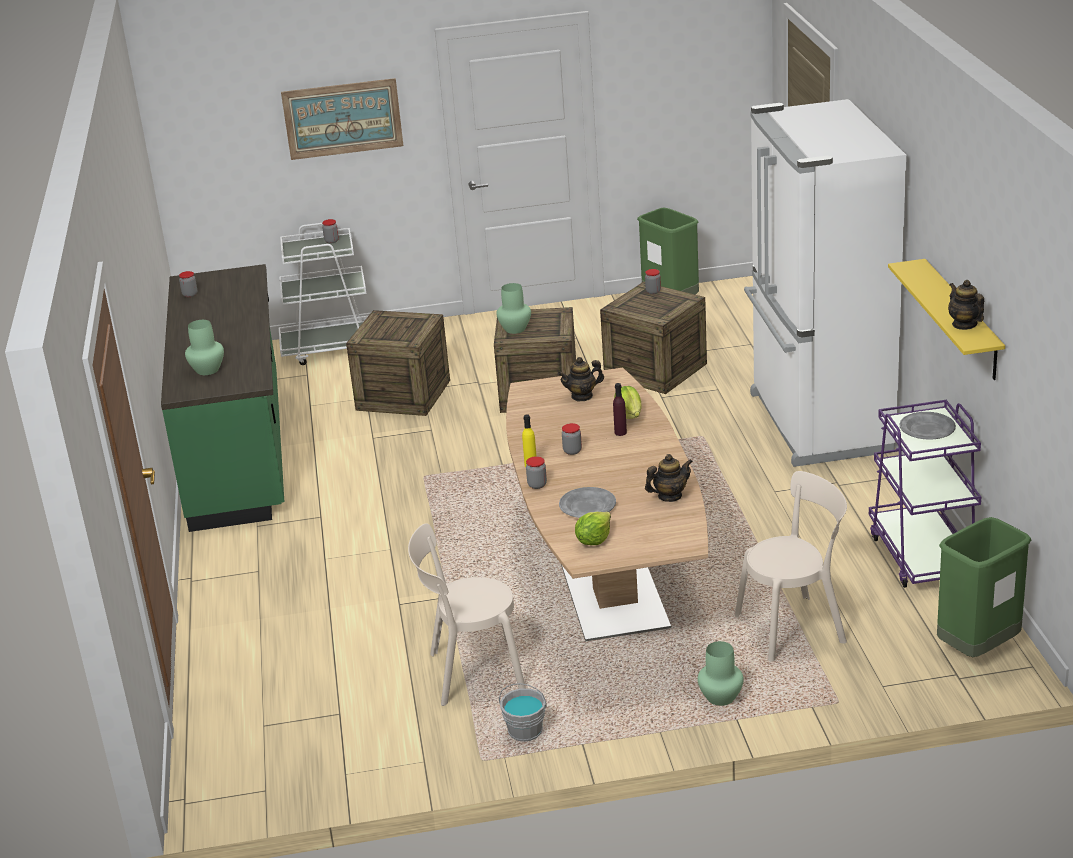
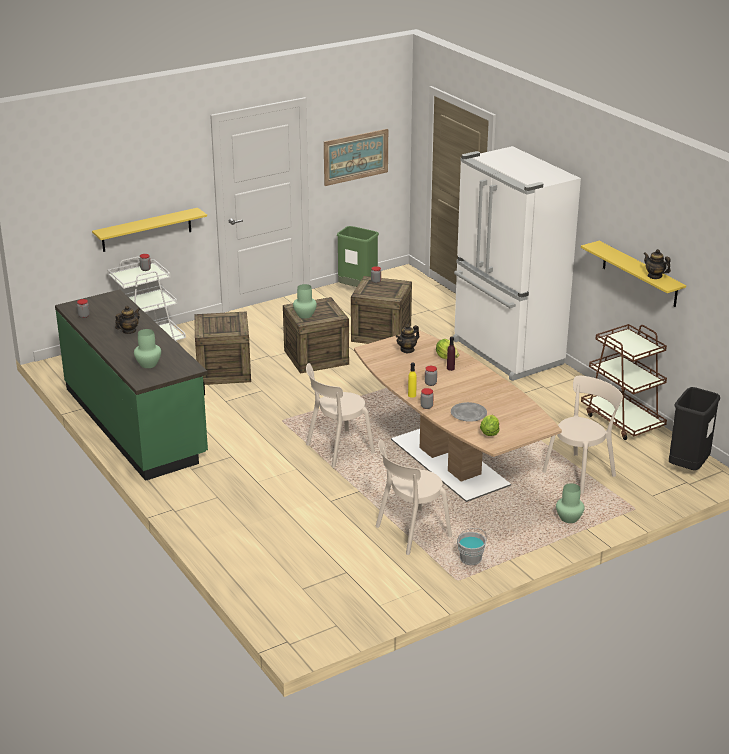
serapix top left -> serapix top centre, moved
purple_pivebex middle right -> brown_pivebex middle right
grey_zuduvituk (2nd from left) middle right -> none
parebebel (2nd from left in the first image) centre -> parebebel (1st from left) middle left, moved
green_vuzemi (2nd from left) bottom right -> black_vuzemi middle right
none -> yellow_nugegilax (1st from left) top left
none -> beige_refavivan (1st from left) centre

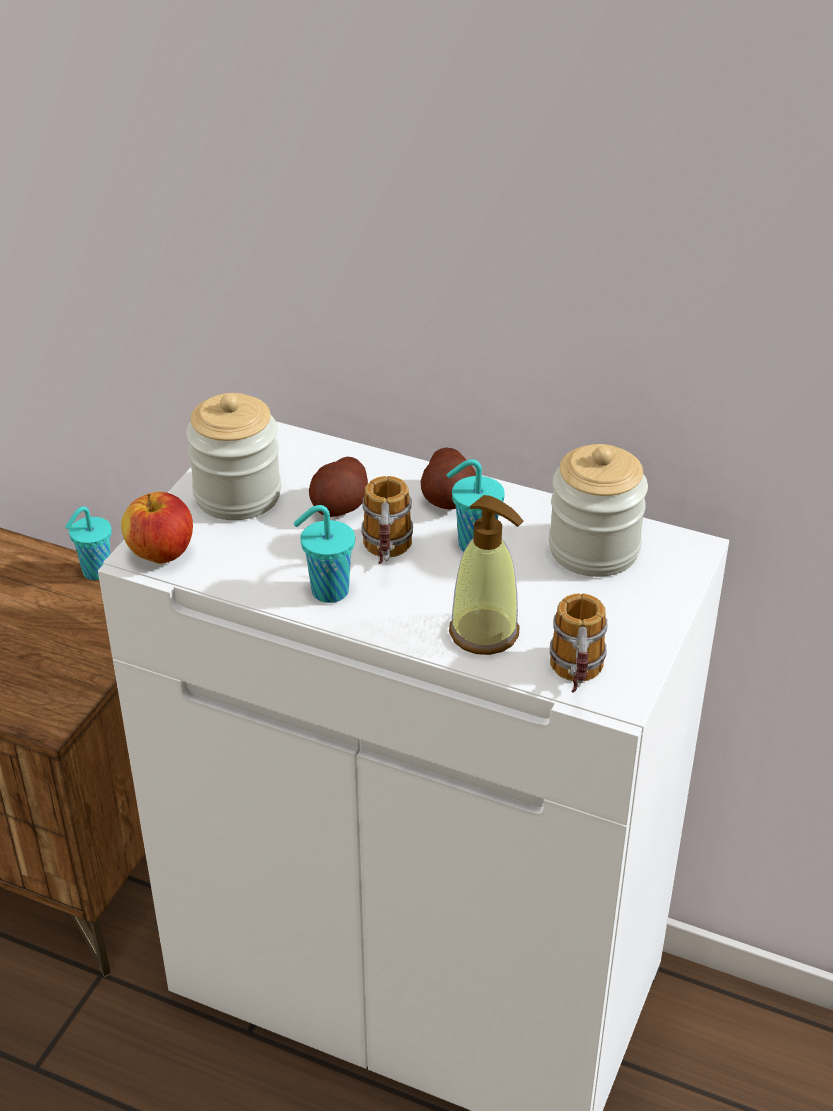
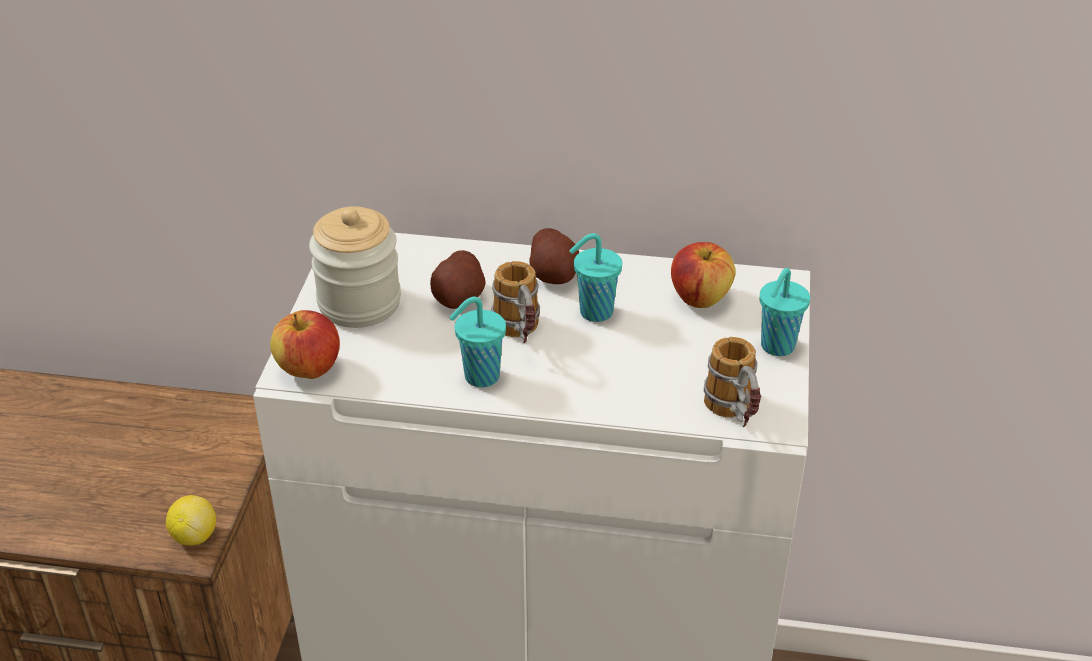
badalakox (2nd from left) middle right -> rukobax (2nd from left) centre
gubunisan centre -> none
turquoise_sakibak (1st from left in the first image) middle left -> turquoise_sakibak (3rd from left) middle right, moved
none -> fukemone bottom left

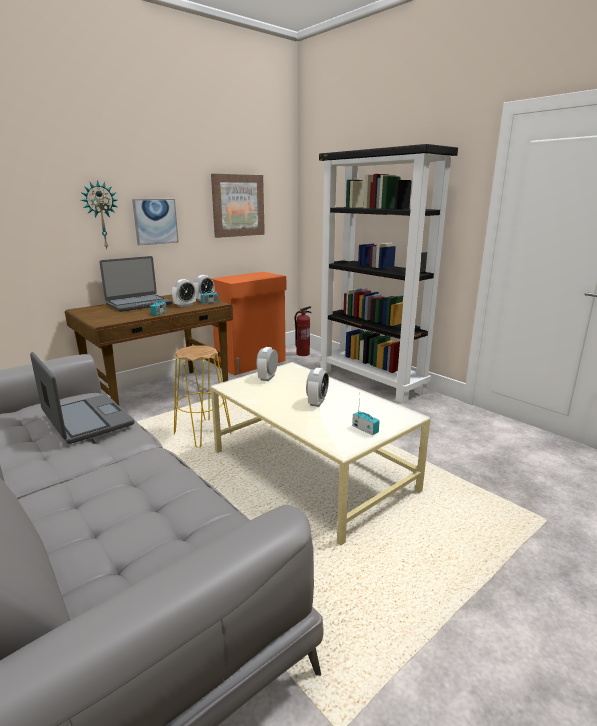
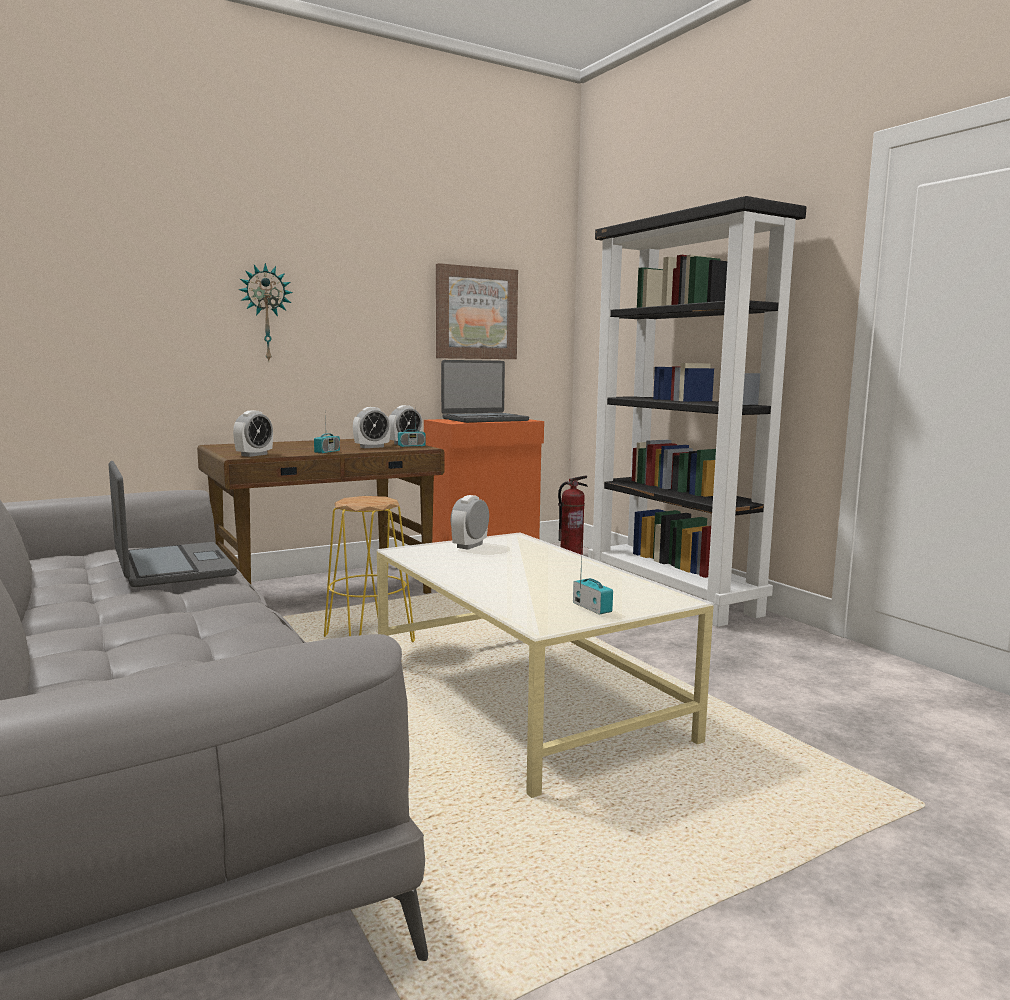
serapix (1st from left) top left -> none
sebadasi (2nd from left) middle left -> sebadasi (2nd from left) centre, moved
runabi (4th from left in the first image) centre -> runabi (1st from left) middle left, moved

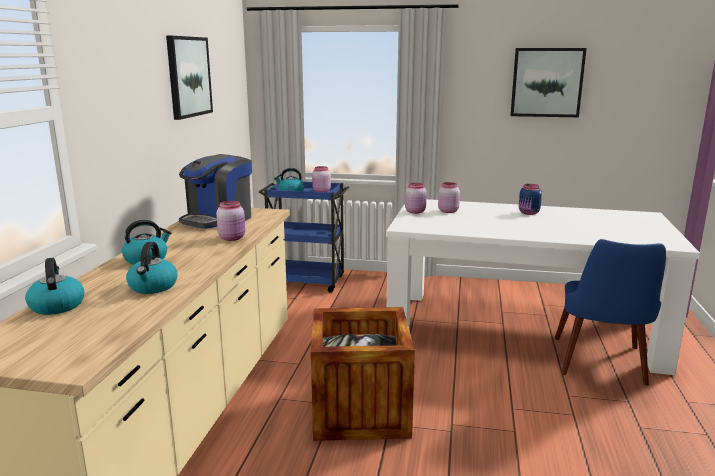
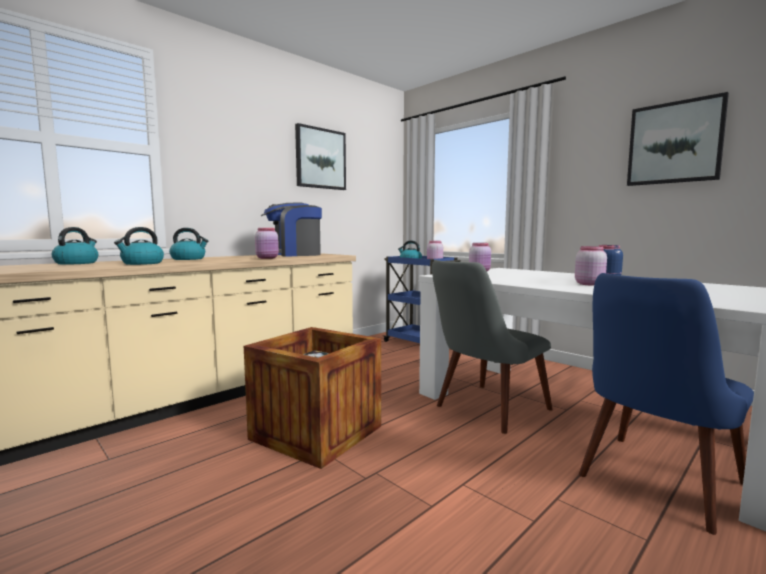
pink_badalakox (4th from left) centre -> pink_badalakox (4th from left) middle right, moved
none -> grey_refavivan centre

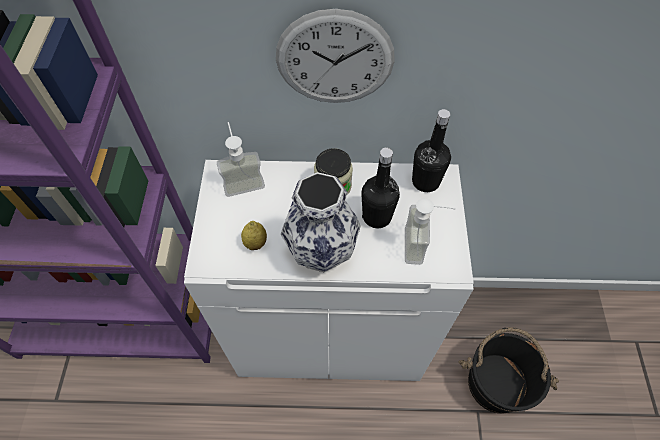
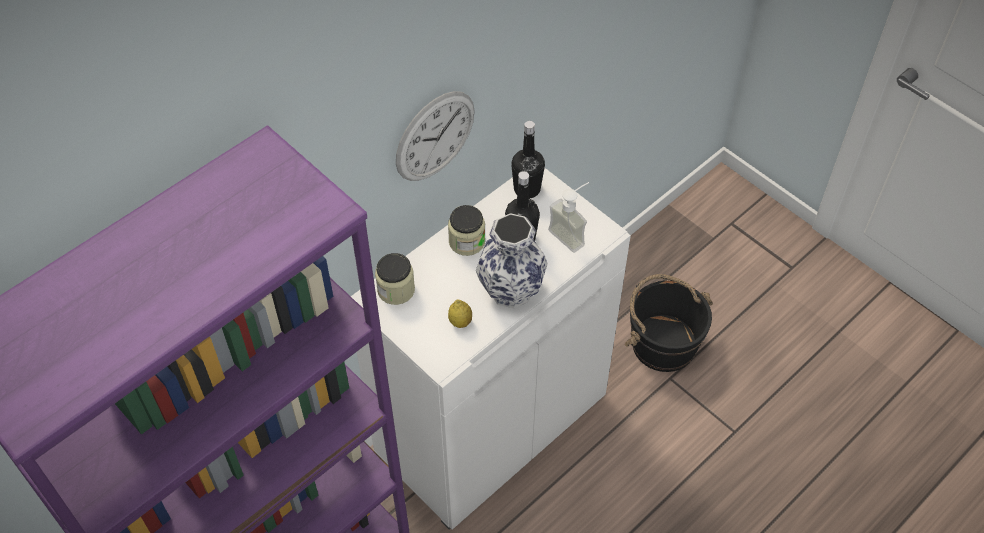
gubunisan (1st from left) centre -> badalakox (1st from left) centre

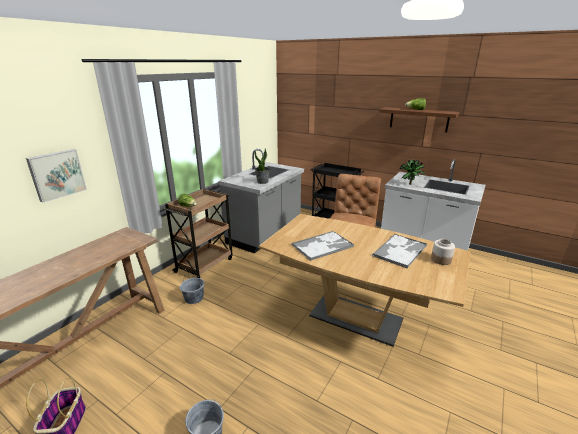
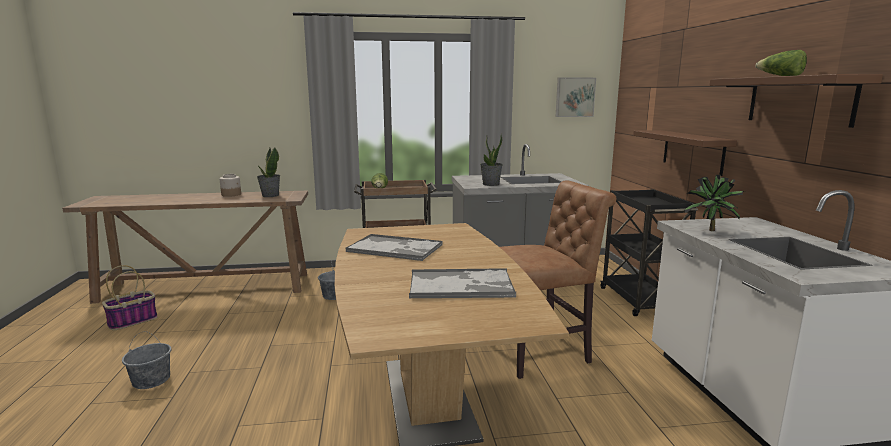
serapix middle left -> serapix top centre, moved
badalakox middle right -> badalakox middle left, moved
none -> brown_nugegilax (1st from left) middle right
none -> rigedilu (1st from left) middle left

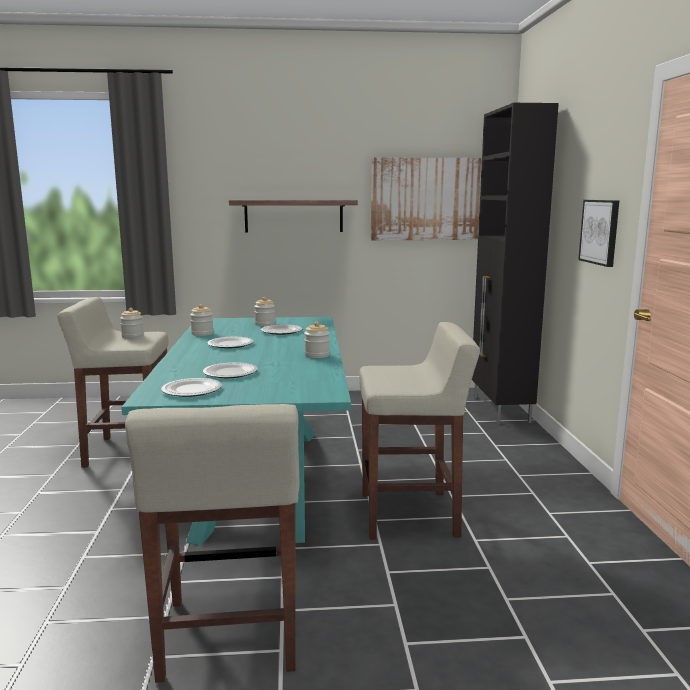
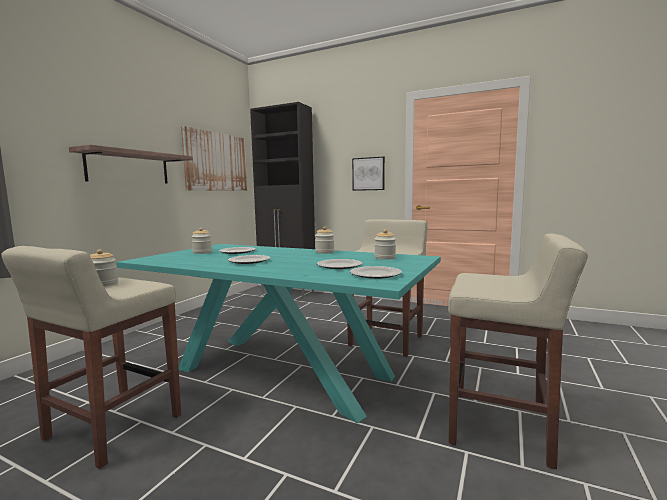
badalakox (2nd from left in the first image) middle left -> badalakox (4th from left) centre, moved

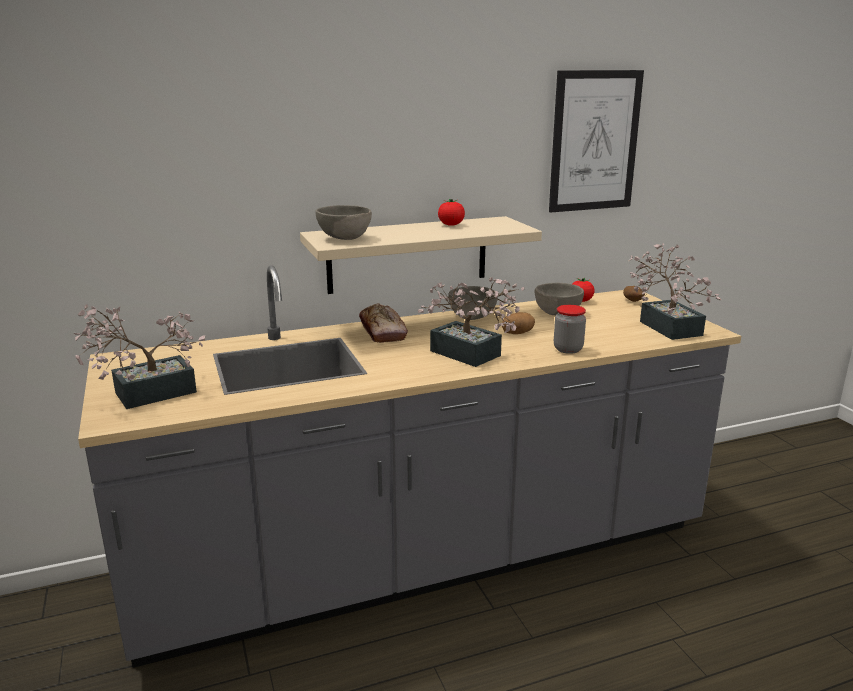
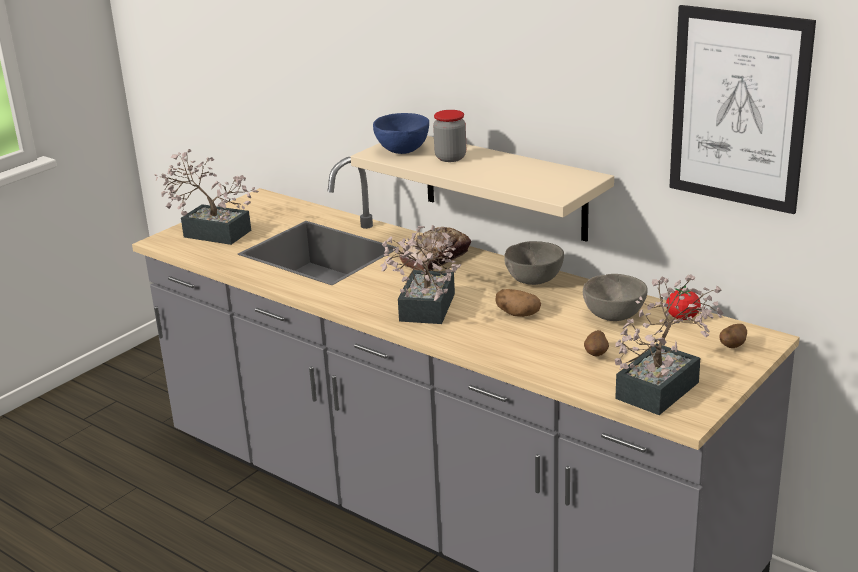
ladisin (1st from left) top centre -> none
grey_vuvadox (1st from left) top centre -> blue_vuvadox top centre
badalakox middle right -> badalakox top centre, moved
none -> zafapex (2nd from left) middle right

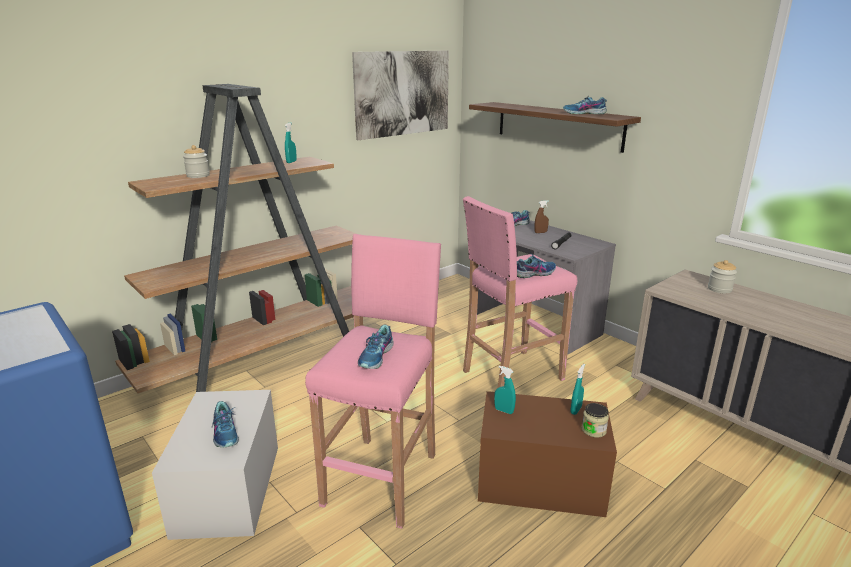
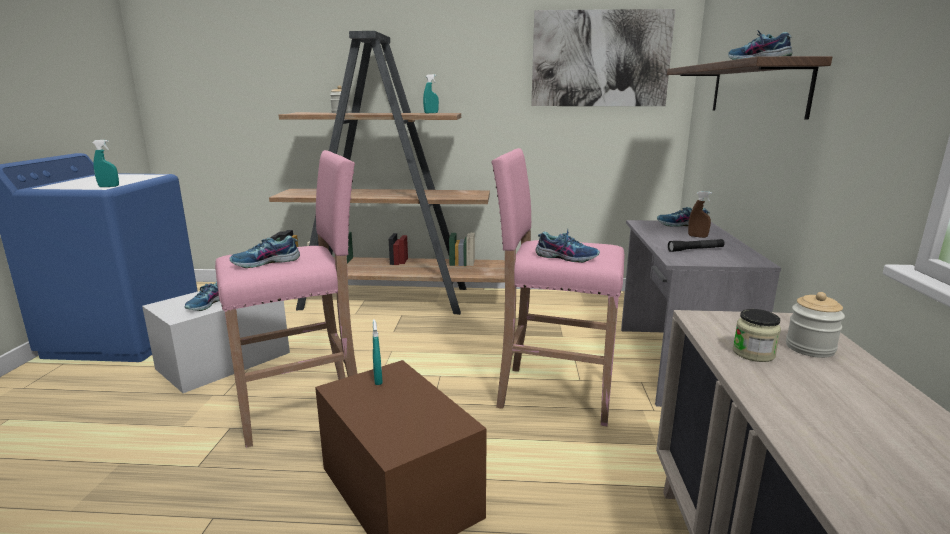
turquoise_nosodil (3rd from left in the first image) bottom right -> turquoise_nosodil (1st from left) top left, moved
badalakox (2nd from left) bottom right -> badalakox (2nd from left) middle right, moved

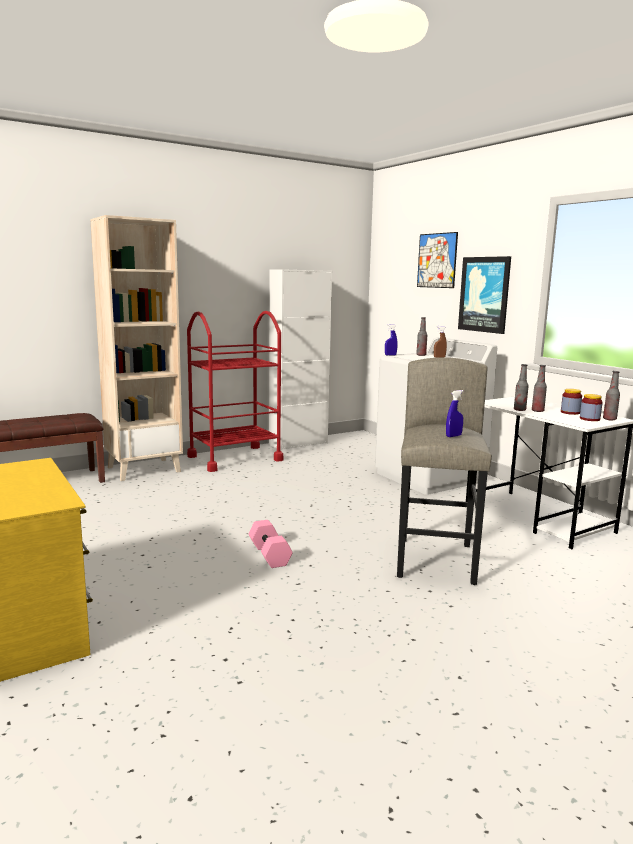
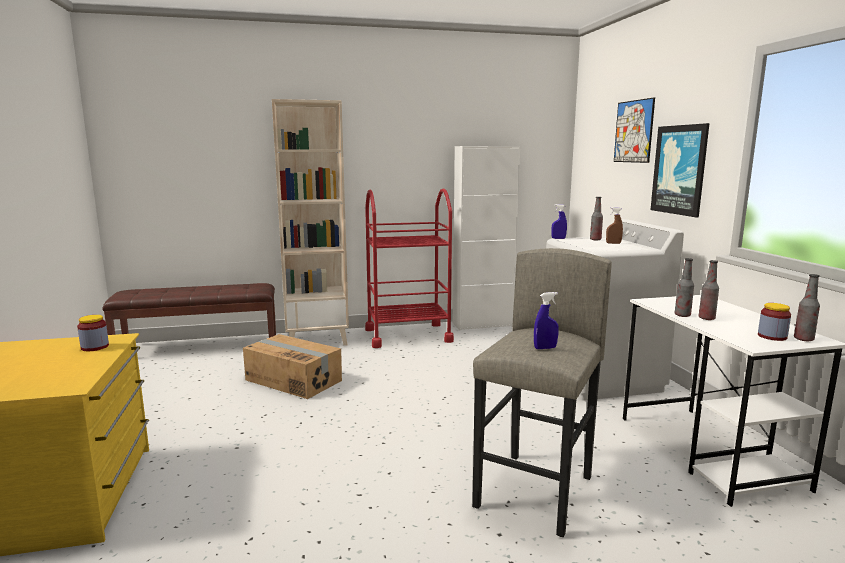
badalakox (1st from left) middle right -> badalakox (1st from left) middle left, moved
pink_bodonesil centre -> none
none -> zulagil centre

